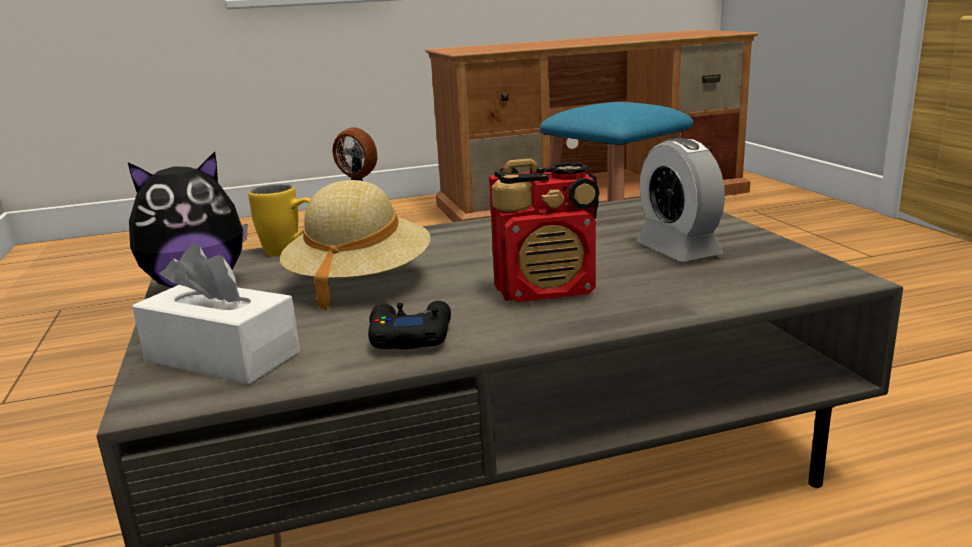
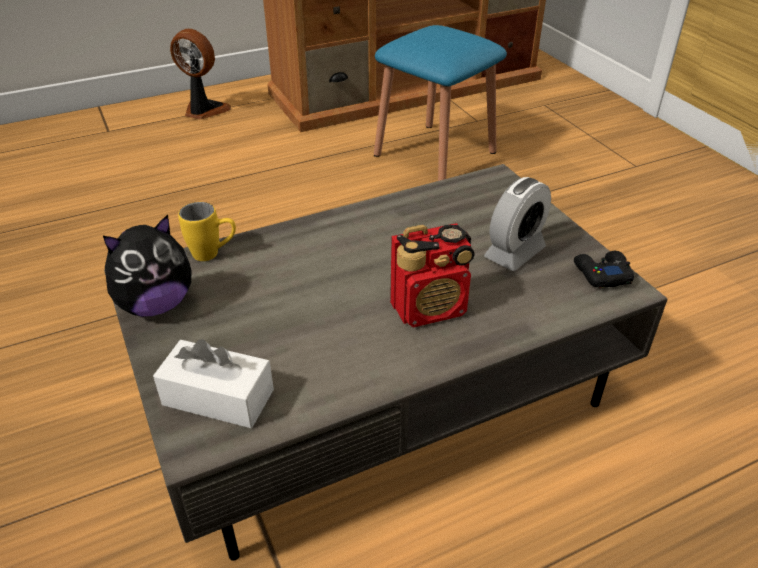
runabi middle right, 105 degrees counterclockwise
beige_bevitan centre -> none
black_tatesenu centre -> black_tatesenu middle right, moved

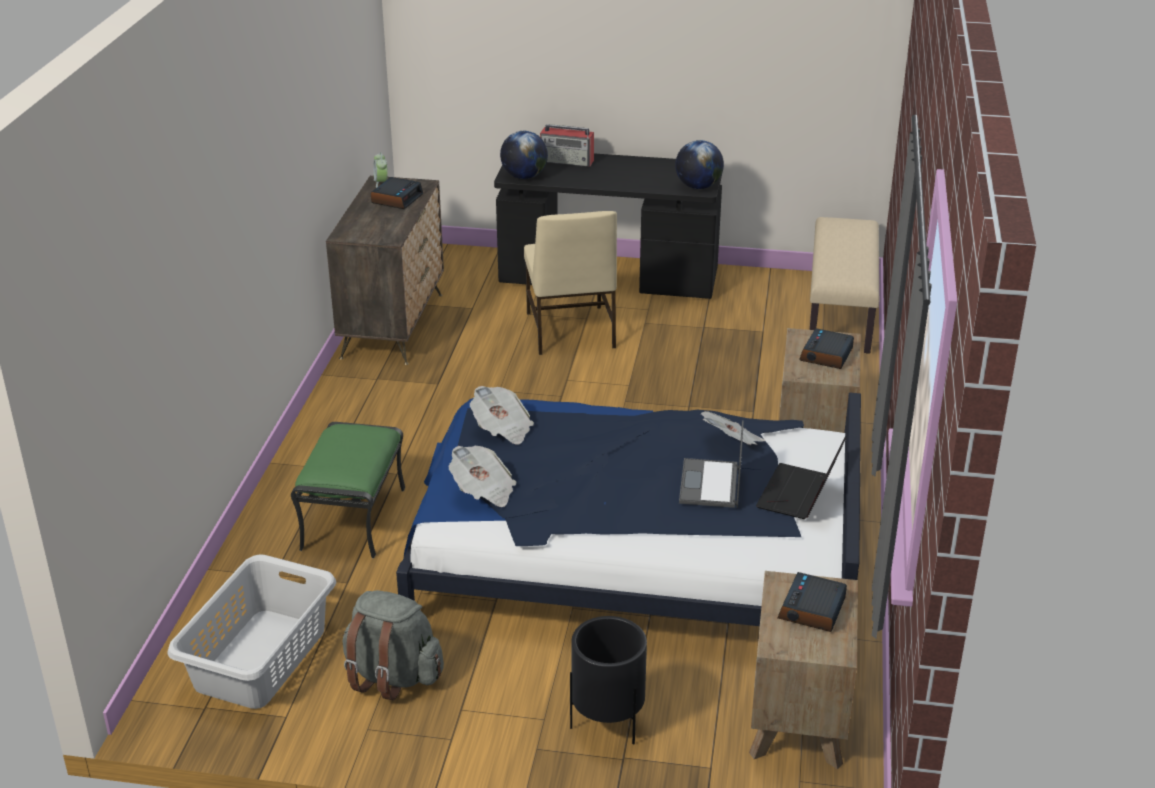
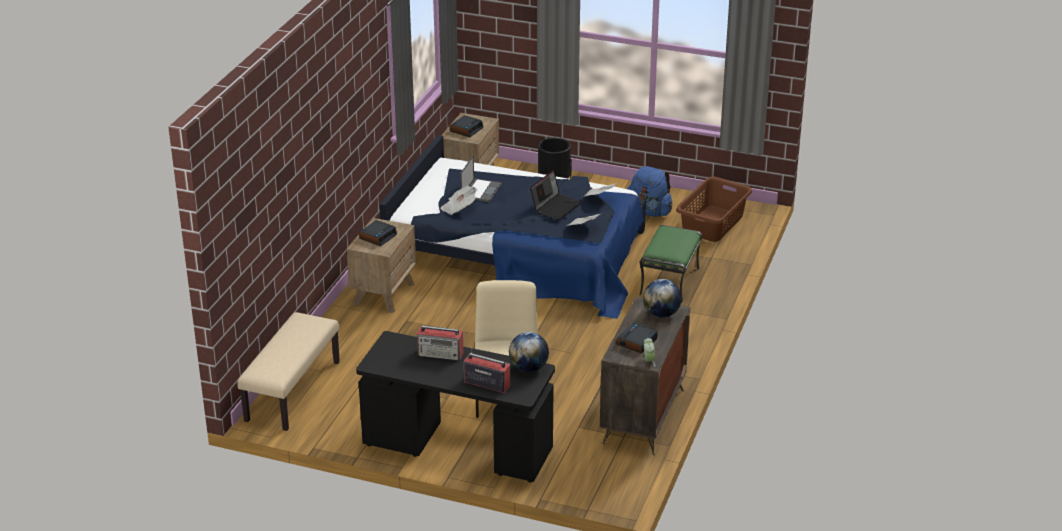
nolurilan (2nd from left) top centre -> nolurilan (2nd from left) centre, moved
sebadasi (2nd from left) middle right -> sebadasi (2nd from left) centre, moved
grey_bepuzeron bottom left -> brown_bepuzeron middle right
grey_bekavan bottom centre -> blue_bekavan centre
none -> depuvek (1st from left) centre

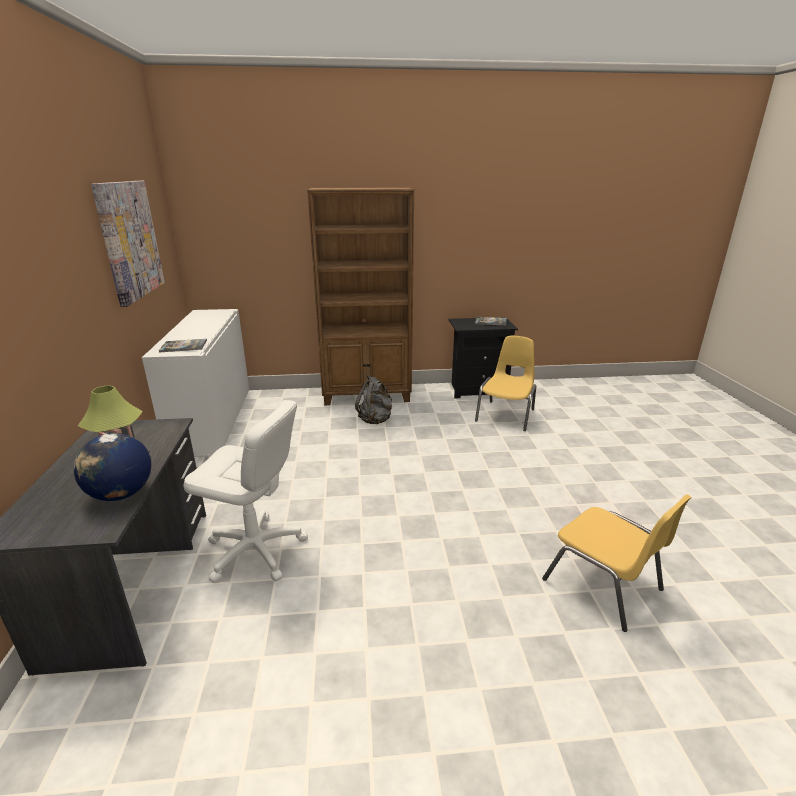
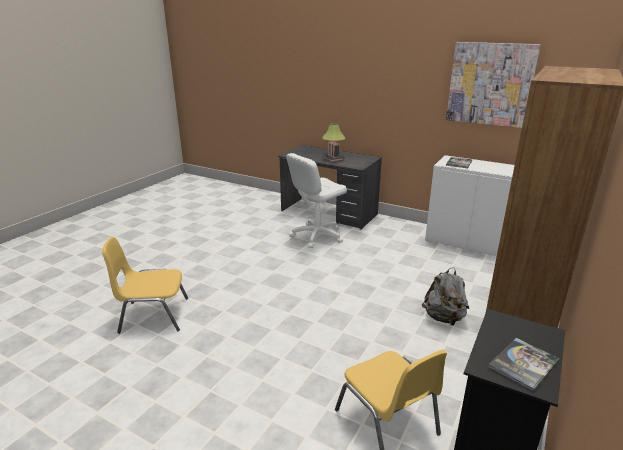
nolurilan middle left -> none

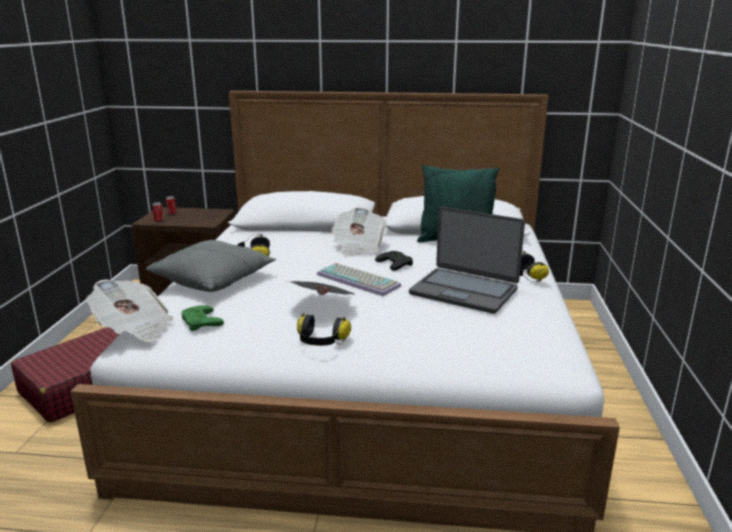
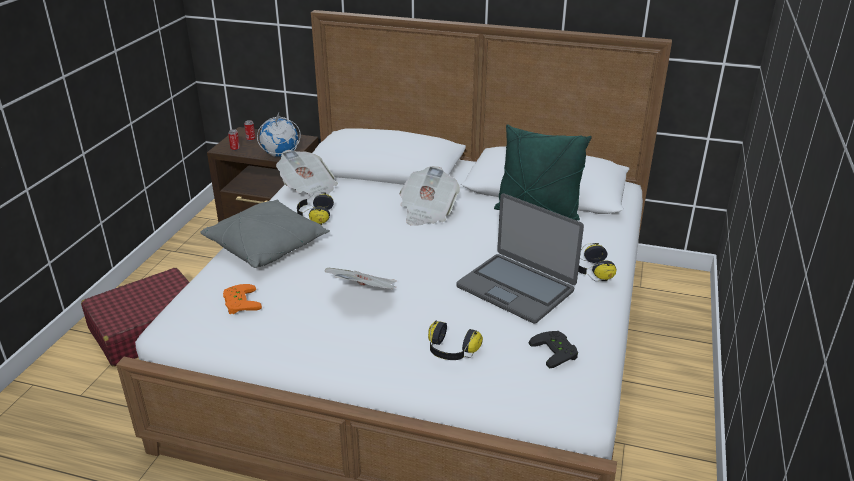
black_tatesenu centre -> black_tatesenu bottom centre, moved
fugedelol centre -> none
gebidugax (1st from left) middle left -> gebidugax (1st from left) centre, moved
green_tatesenu middle left -> orange_tatesenu middle left
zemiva (2nd from left) centre -> zemiva (2nd from left) bottom centre, moved
none -> nolurilan top left

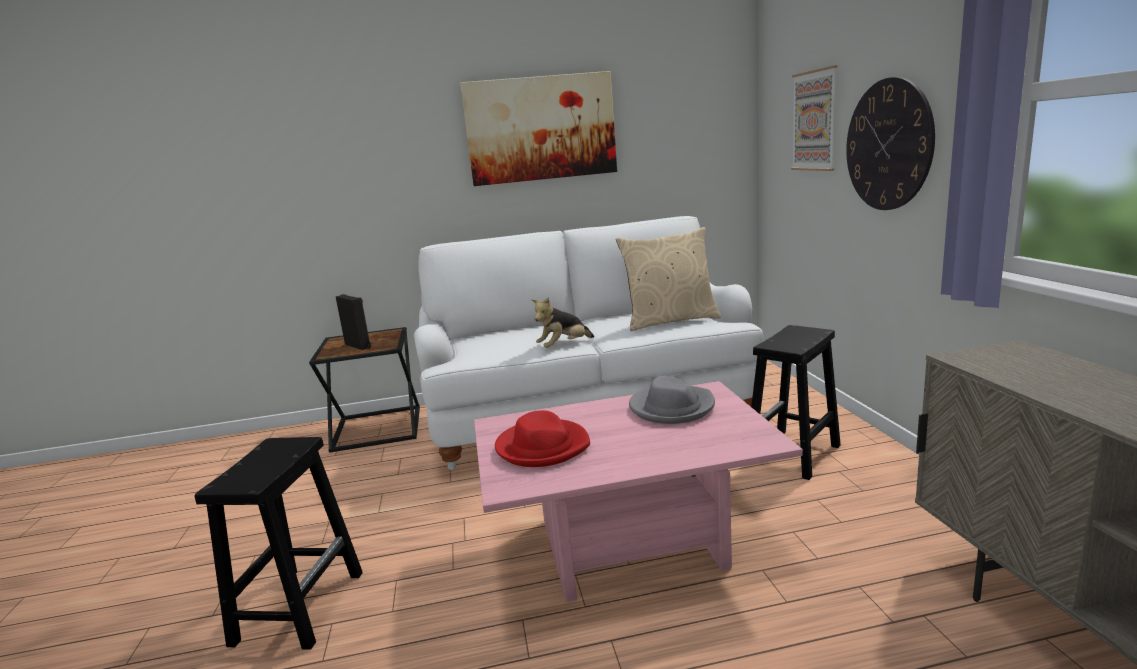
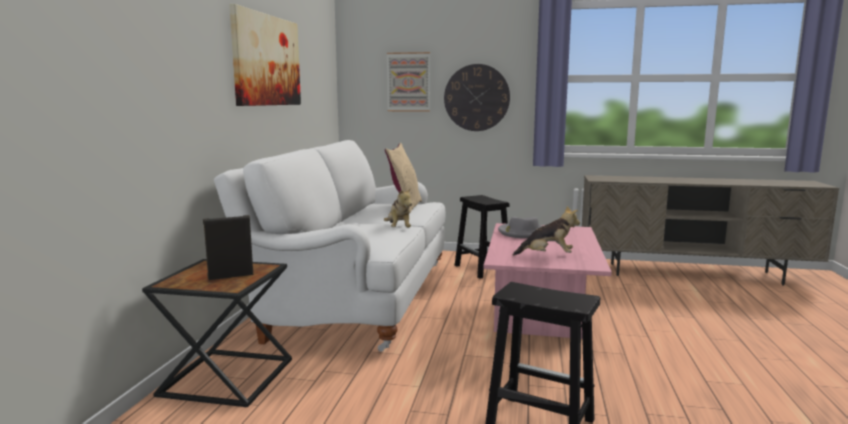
red_bevitan centre -> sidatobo (2nd from left) centre

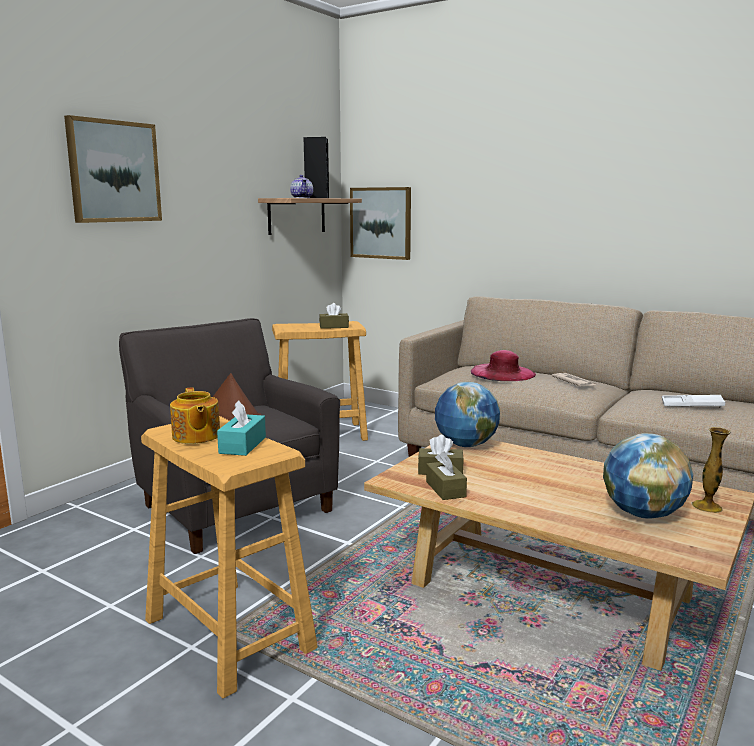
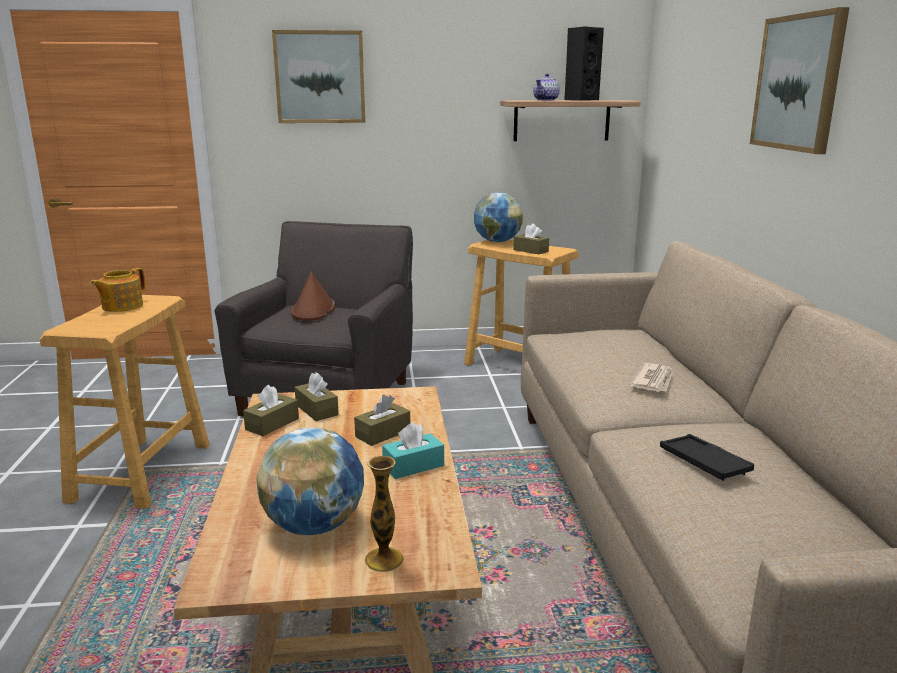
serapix (2nd from left) top centre -> serapix (2nd from left) top right, moved
pink_bevitan middle right -> none
nolurilan (1st from left in the first image) centre -> nolurilan (2nd from left) top centre, moved
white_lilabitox middle right -> black_lilabitox bottom right
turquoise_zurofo middle left -> turquoise_zurofo bottom centre, moved
none -> brown_zurofo (3rd from left) centre

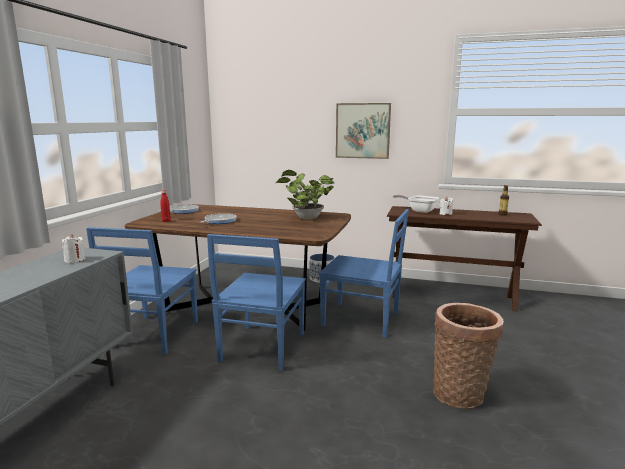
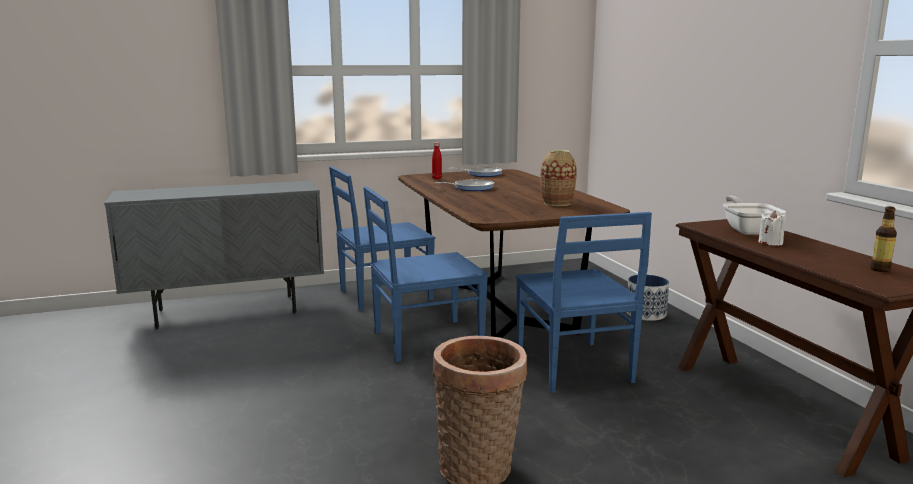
serapix top centre -> none
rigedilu centre -> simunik centre
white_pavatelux (1st from left) middle left -> none

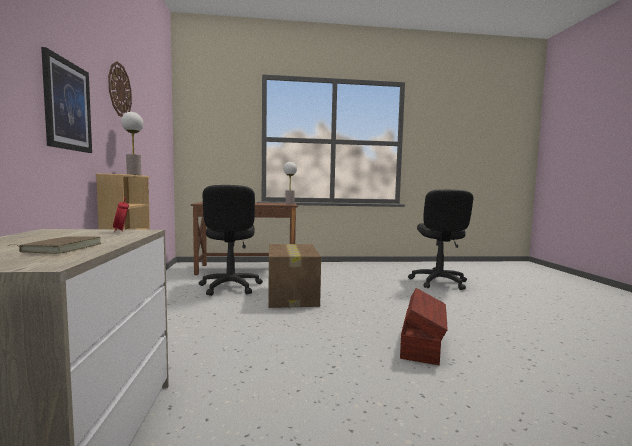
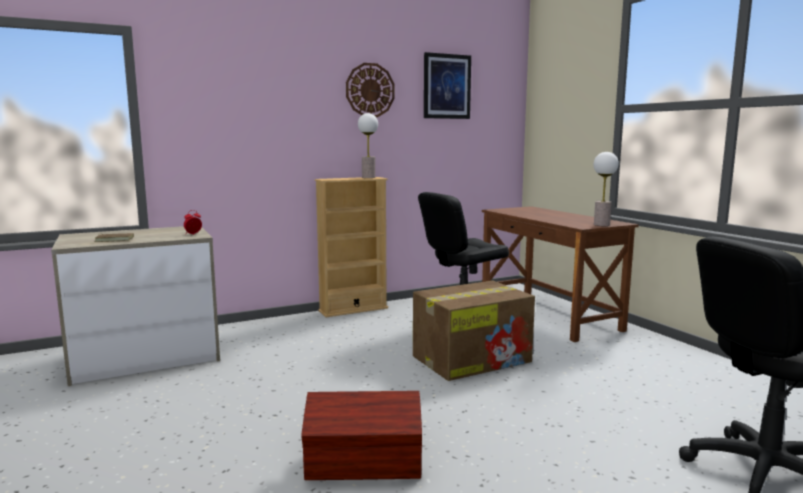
serapix top left -> serapix top centre, moved

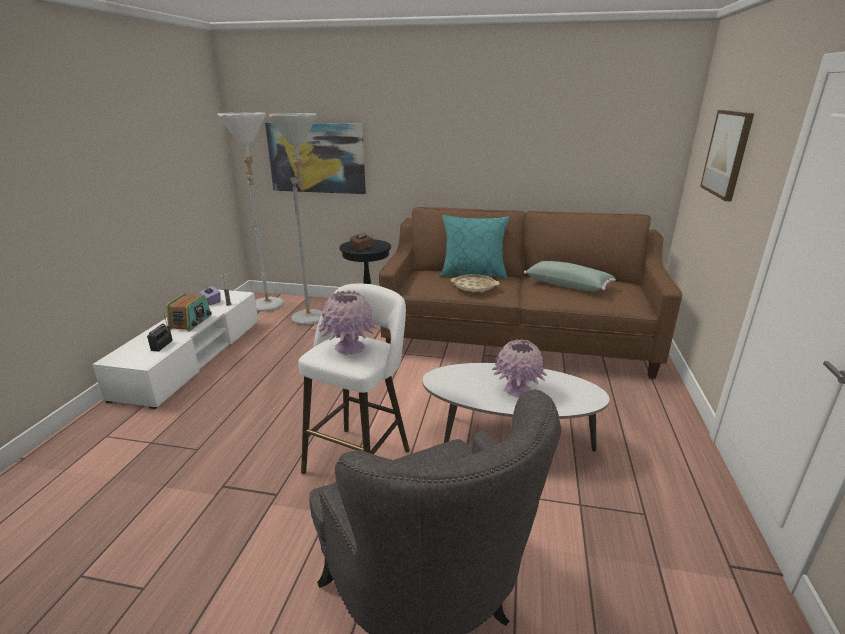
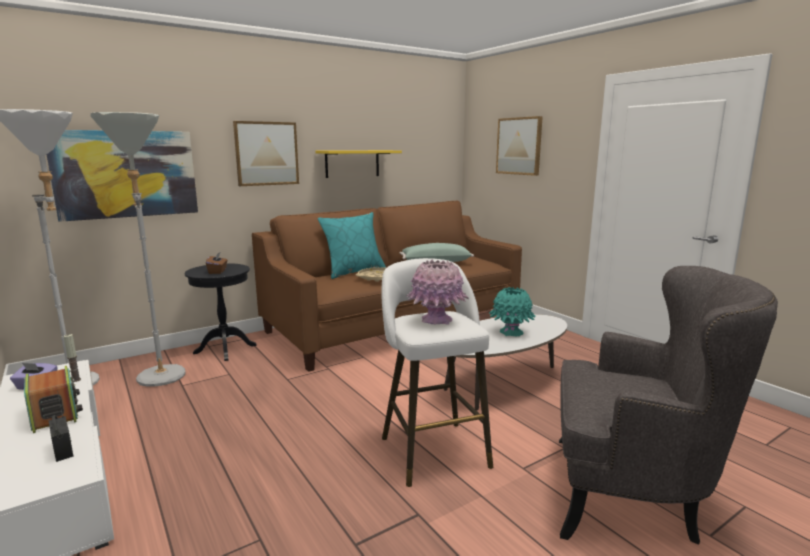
pink_simunik (2nd from left) centre -> turquoise_simunik centre
none -> serapix (2nd from left) top left
none -> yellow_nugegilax top centre

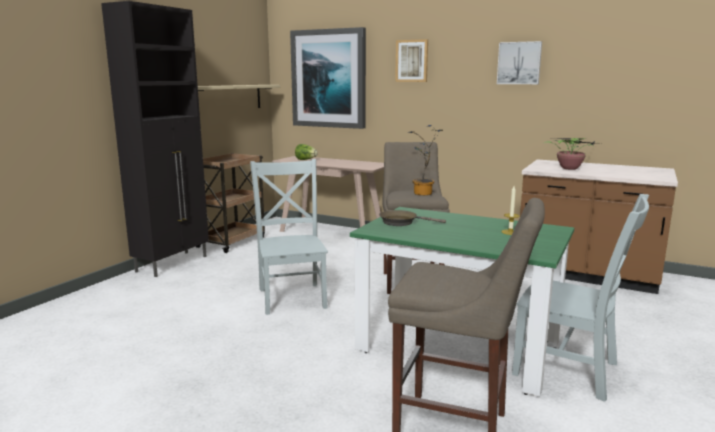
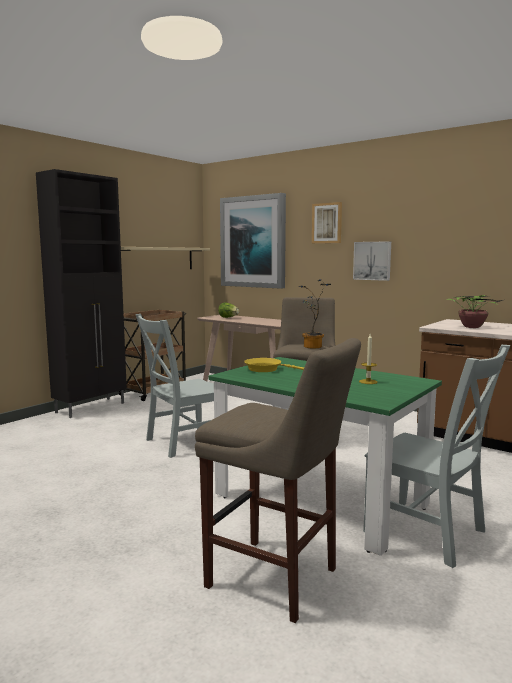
serapix (3rd from left) top right -> serapix (3rd from left) middle right, moved
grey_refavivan (1st from left) centre, 120 degrees counterclockwise
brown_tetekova centre -> yellow_tetekova centre

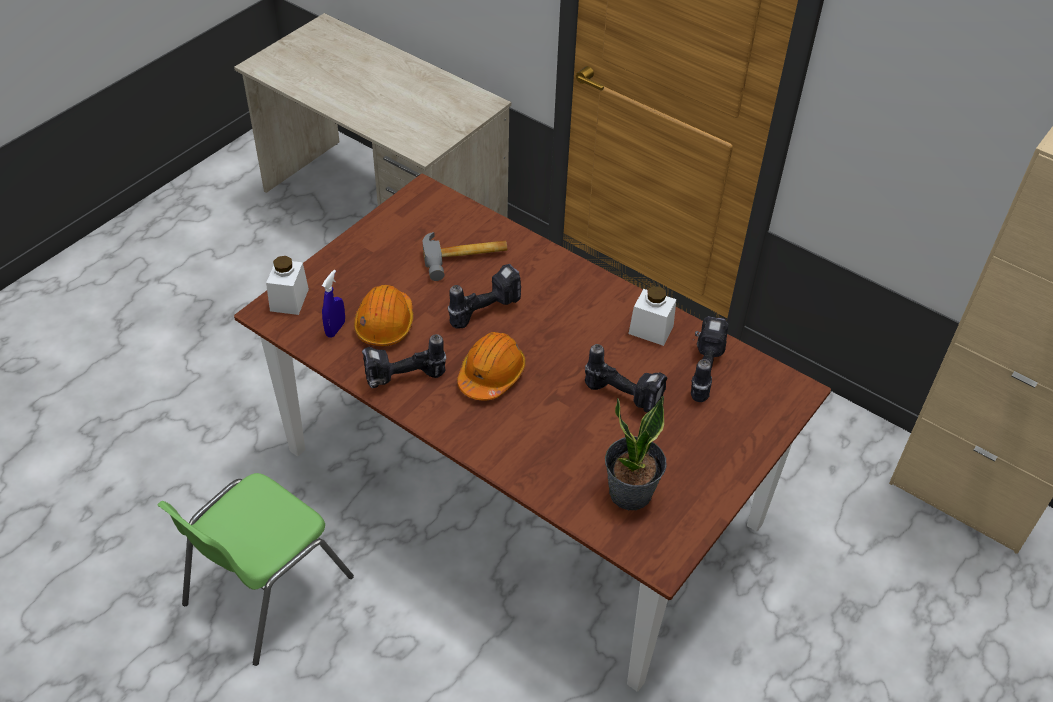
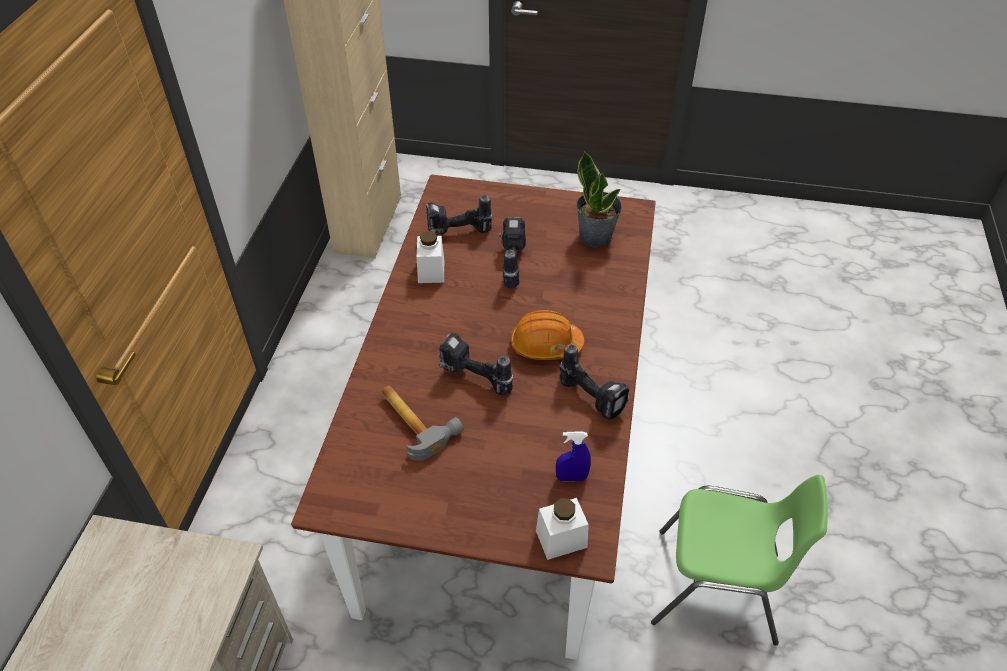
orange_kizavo (1st from left) centre -> none

